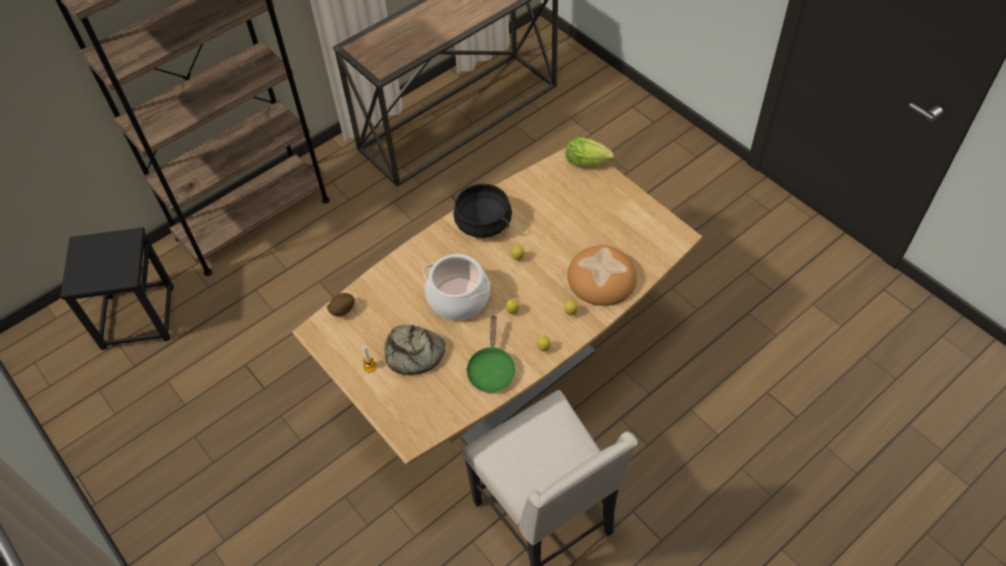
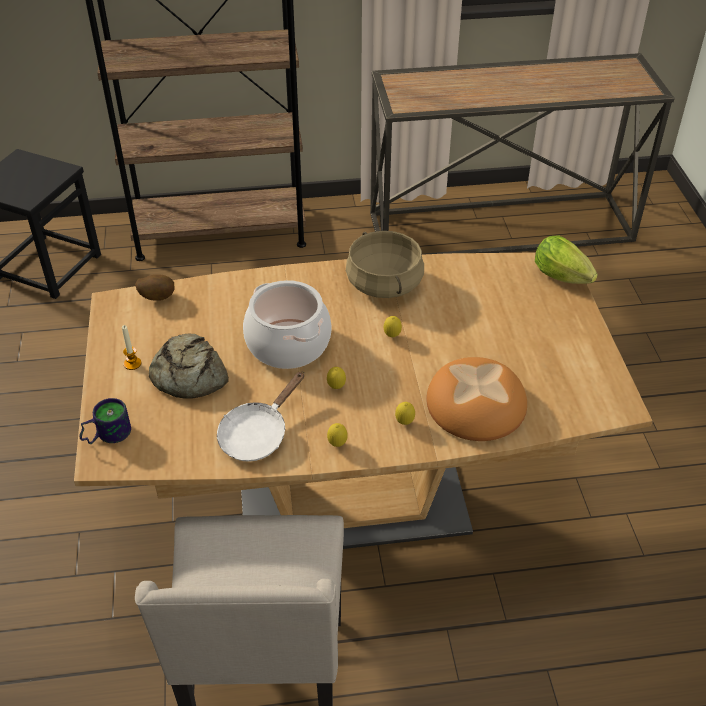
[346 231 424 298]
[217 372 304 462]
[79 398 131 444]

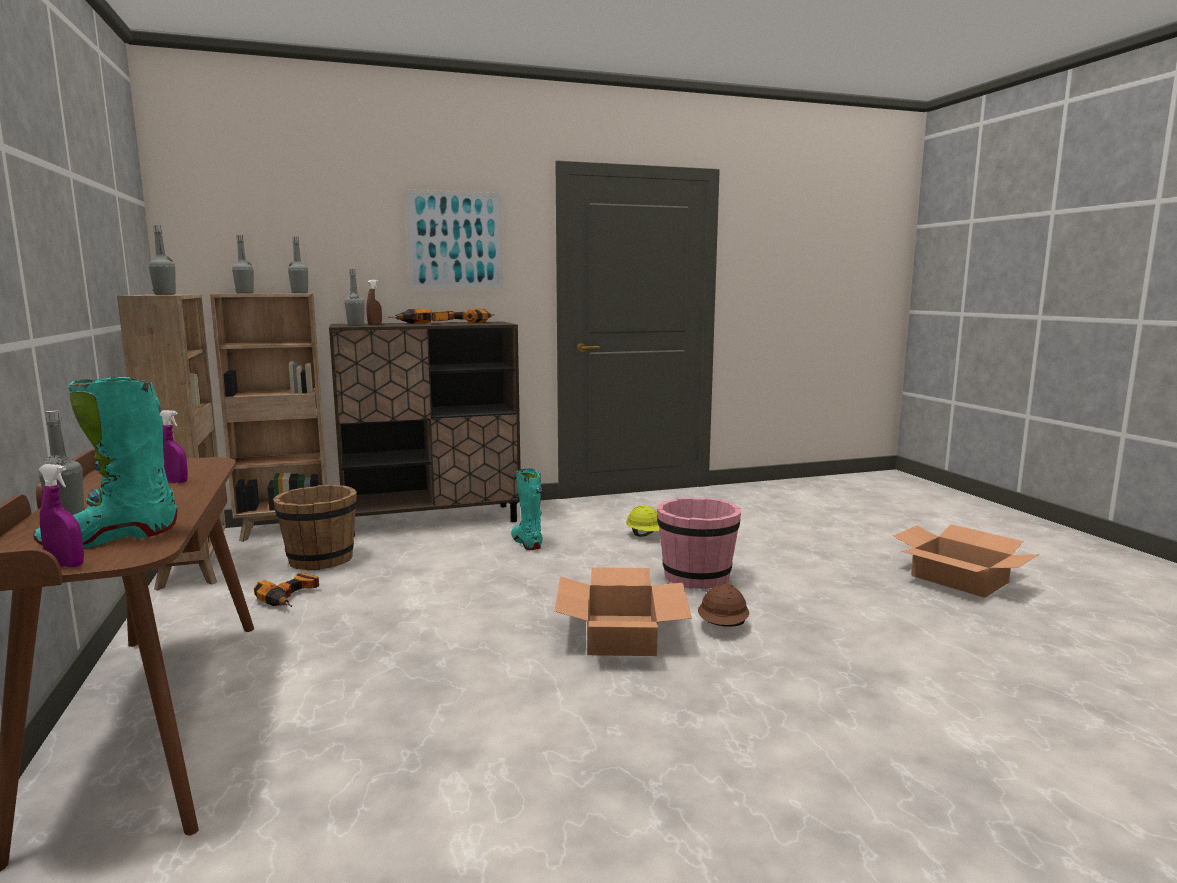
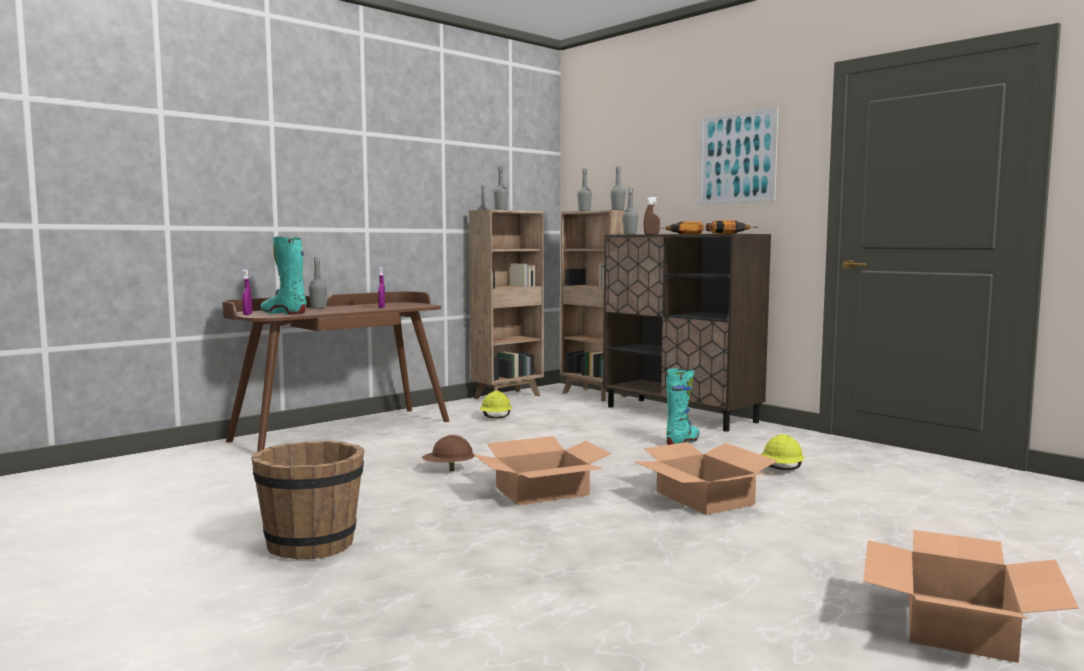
[480 391 512 418]
[251 440 364 559]
[635 442 778 515]
[422 435 474 471]

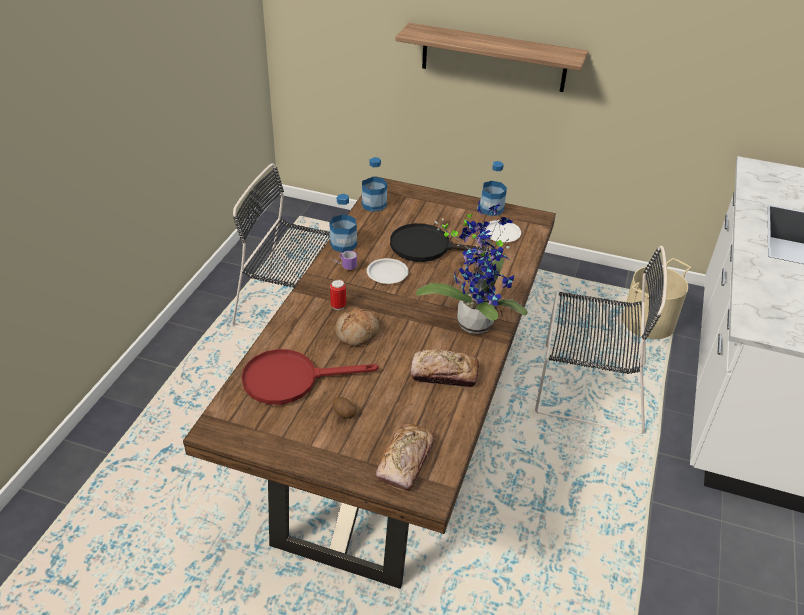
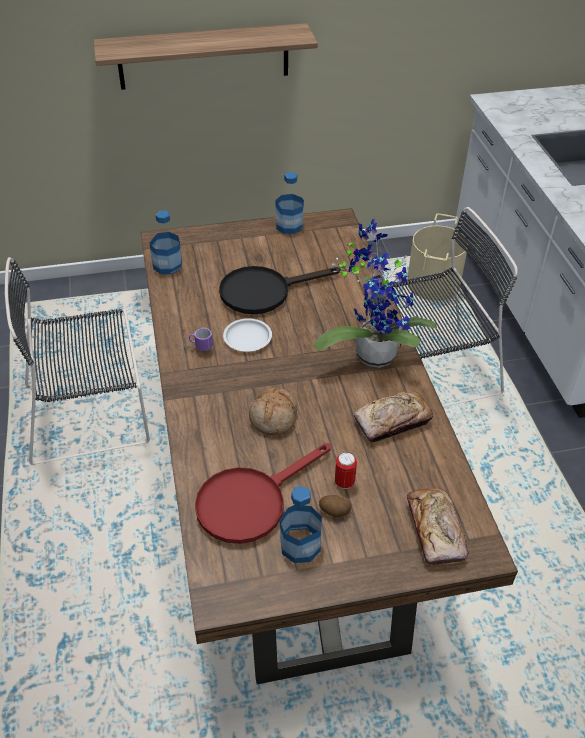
[280 486 322 563]
[335 452 357 489]
[484 220 521 242] (first image)

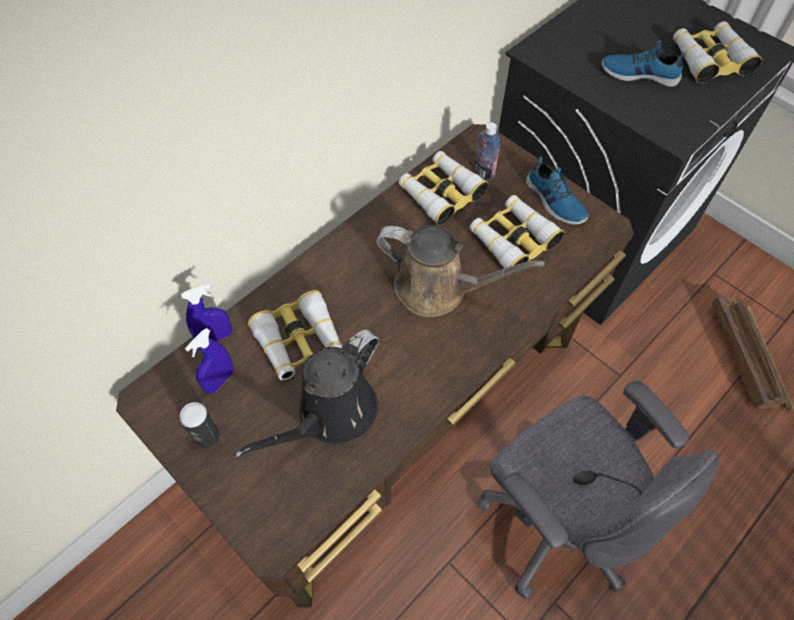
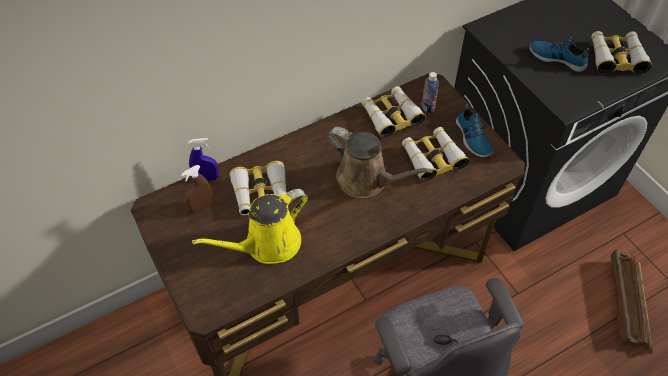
[179 402 220 448] (first image)
[181 165 212 213]
[192 189 308 264]

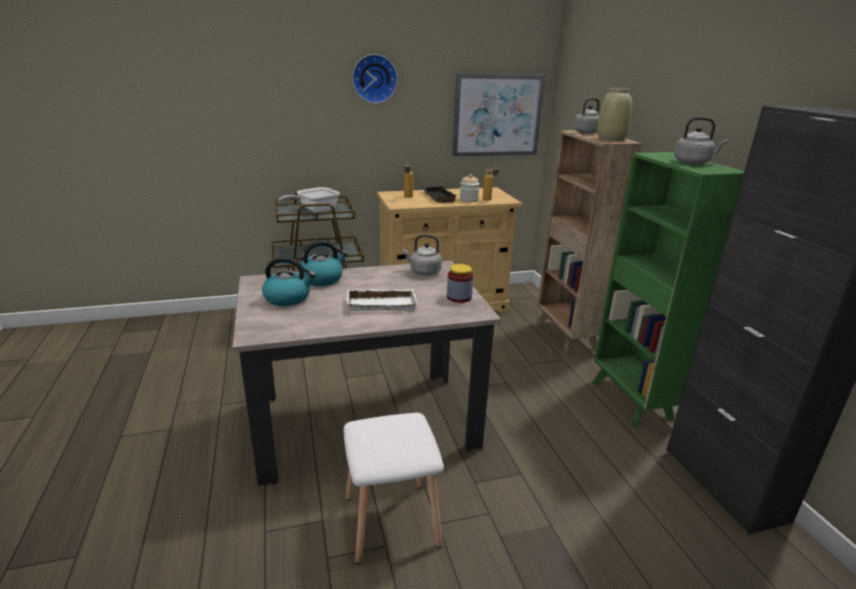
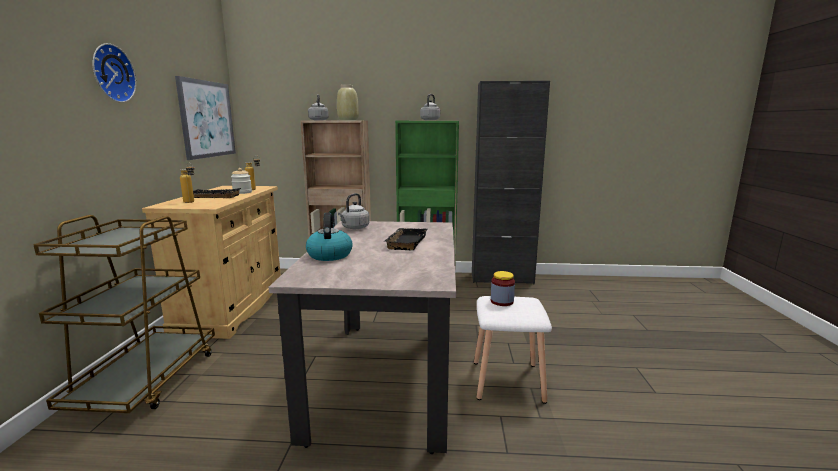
[262 256 316 306] (first image)
[278 187 340 212] (first image)
[383 228 427 250]
[491 271 515 306]

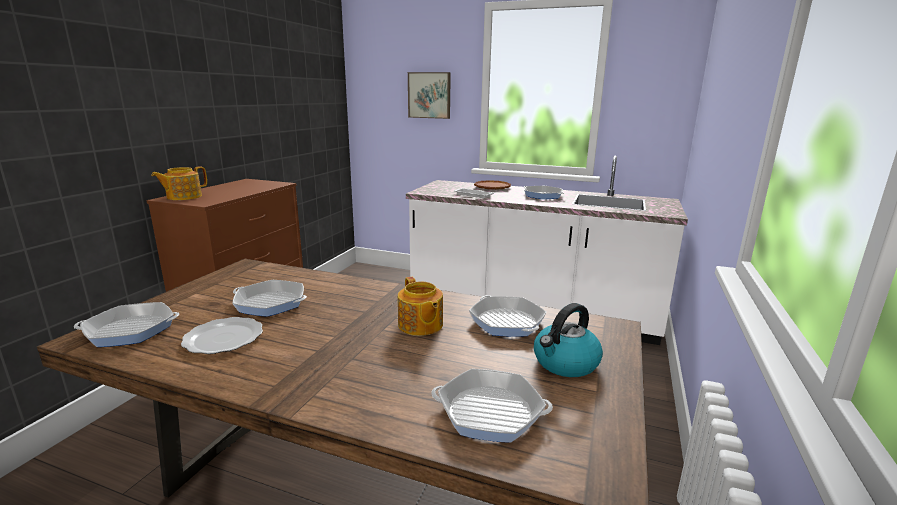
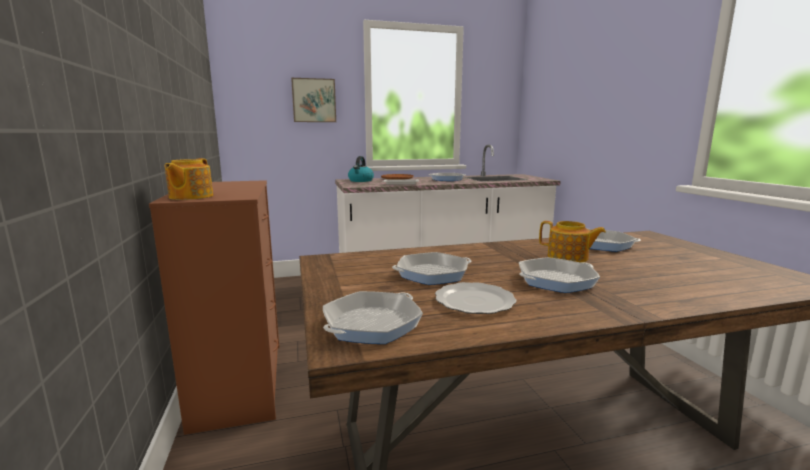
[519 257 600 293]
[348 156 374 182]

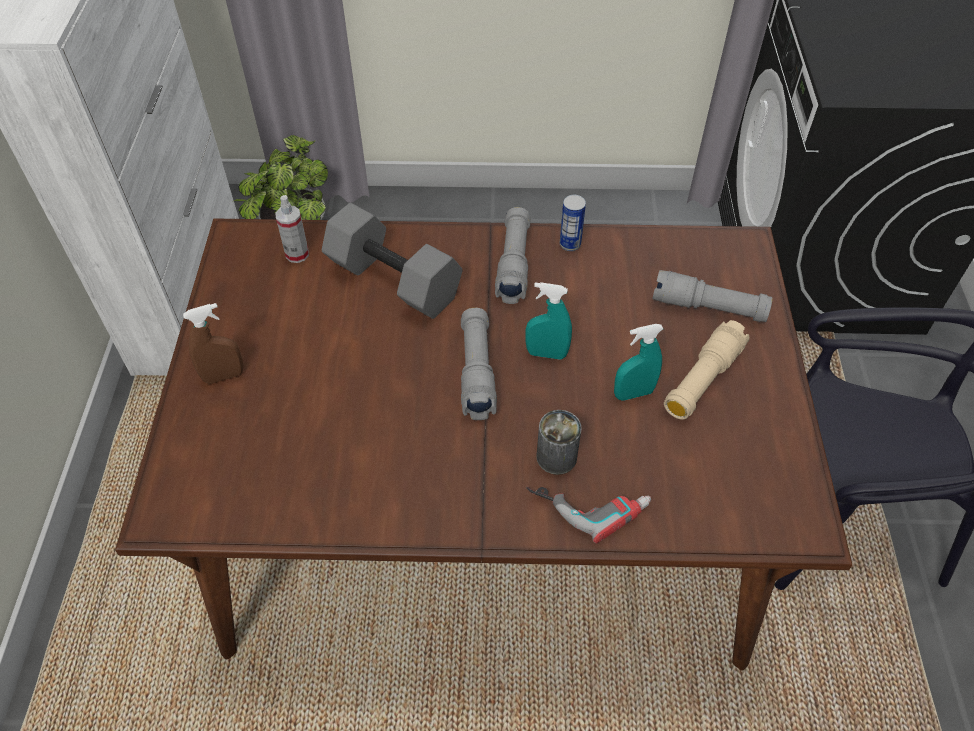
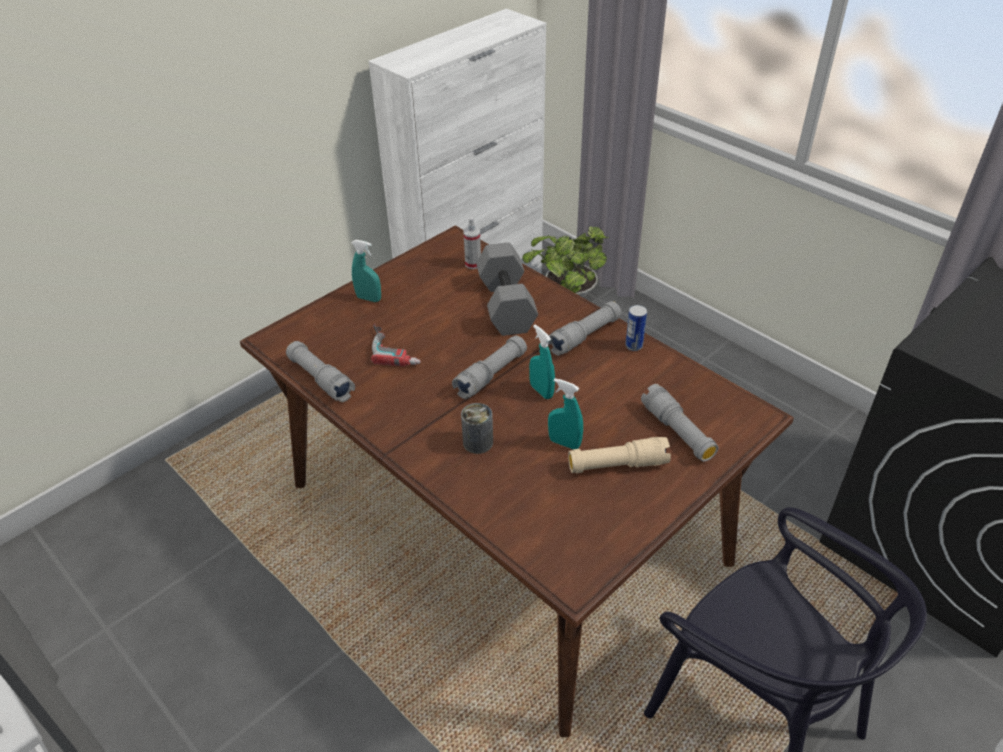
[352 240 381 302]
[371 323 421 367]
[286 341 355 402]

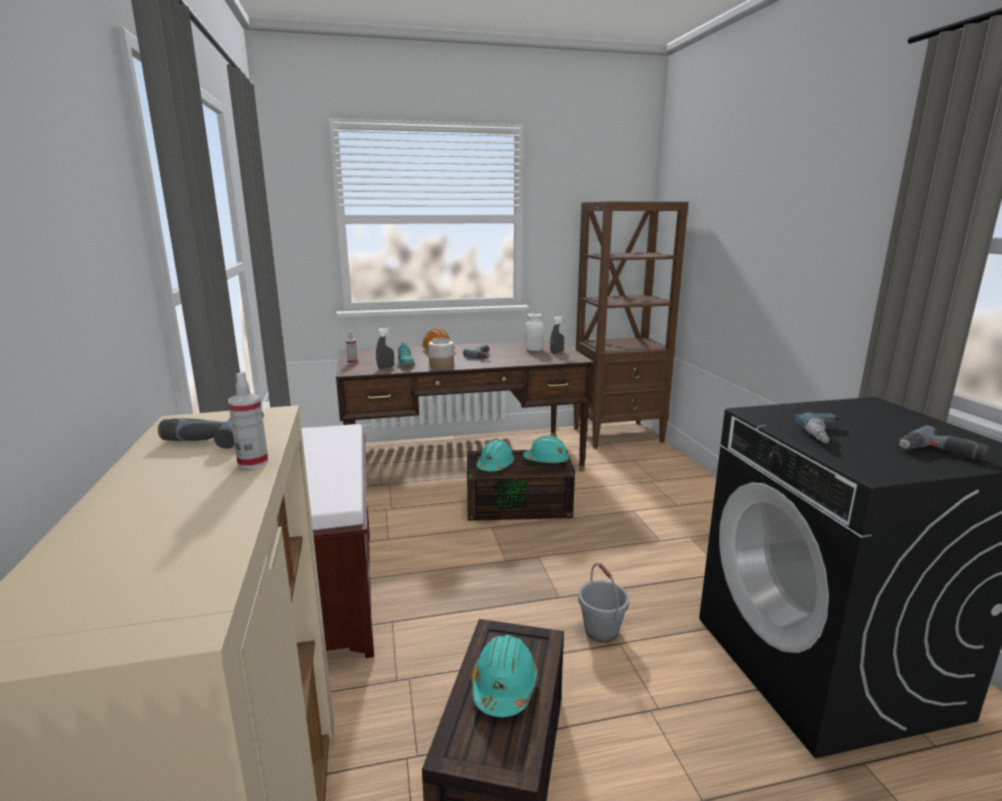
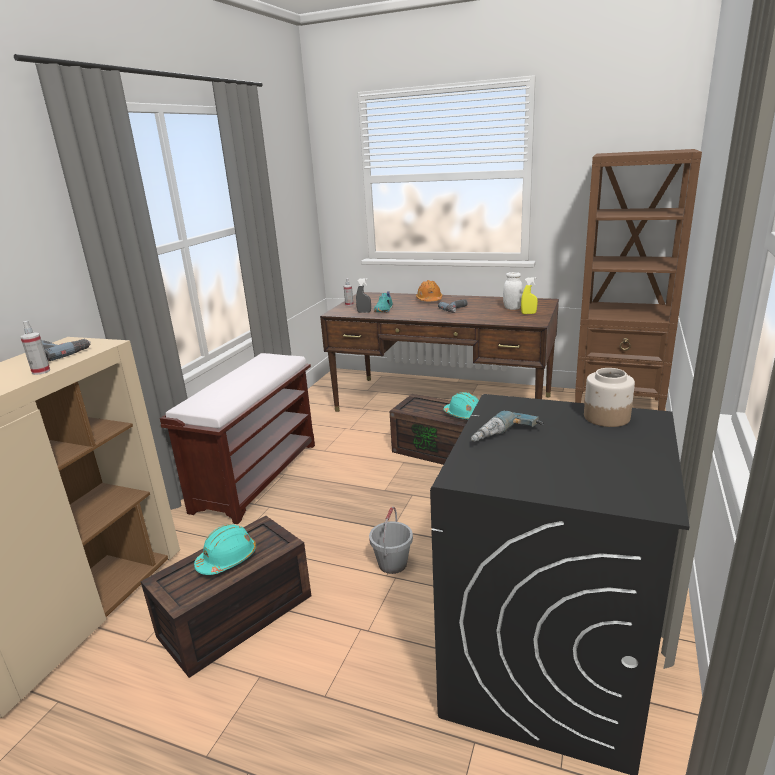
[584 368 635 427]
[476 440 515 471] (first image)
[521 277 538 314]
[898 425 991 461] (first image)

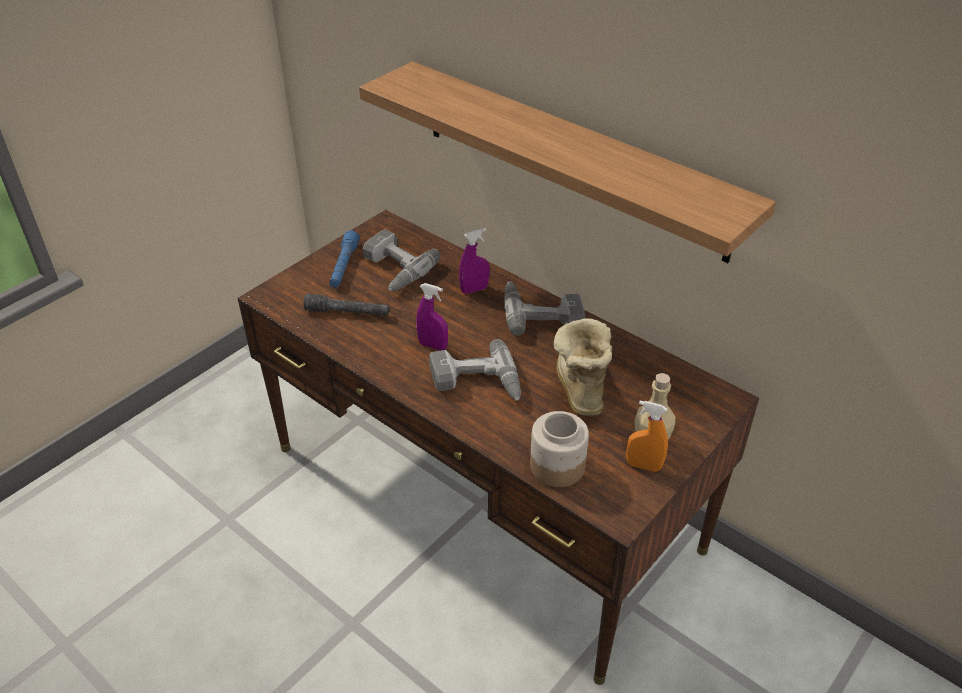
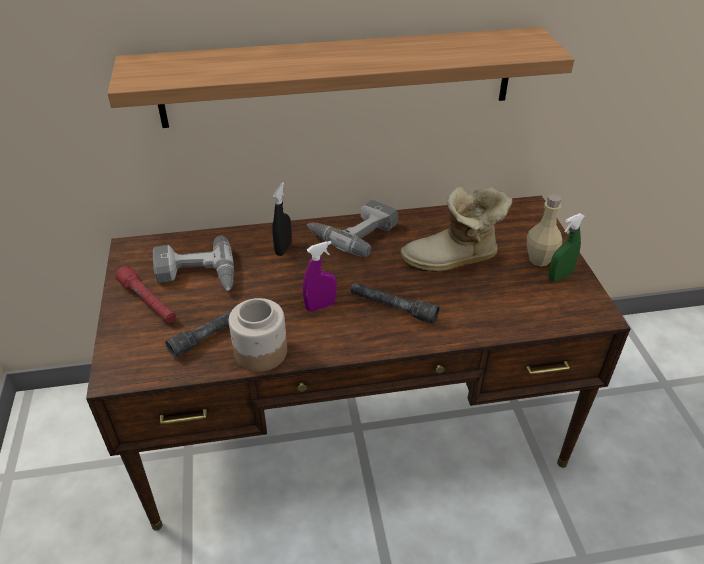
[116 266 176 323]
[350 282 440 324]
[273 182 292 256]
[229 298 287 372]
[400 187 512 272]
[548 213 585 281]

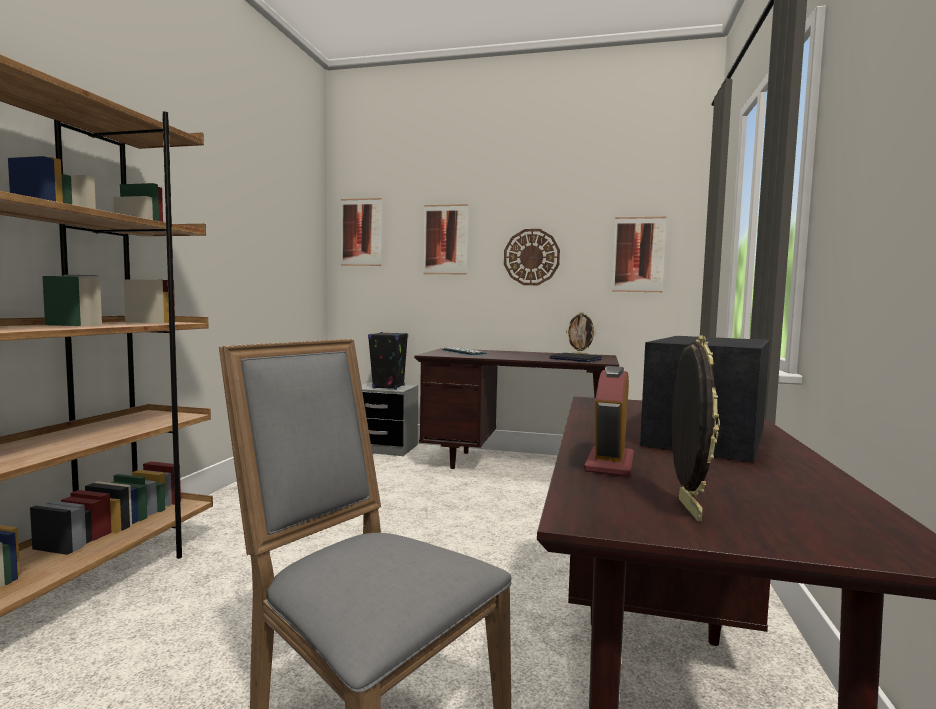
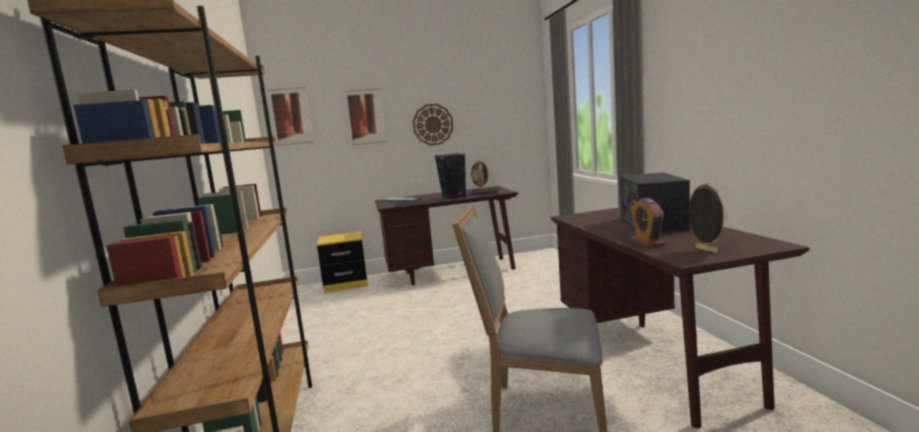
[317 231 368 293]
[435 153 467 200]
[612 217 666 292] (first image)

